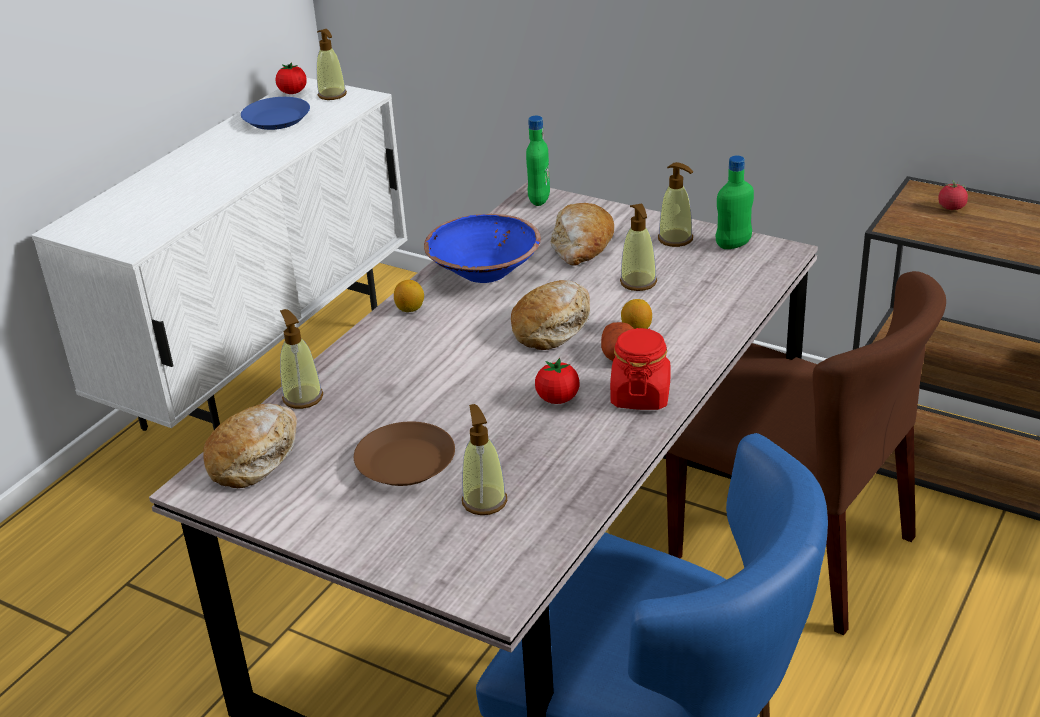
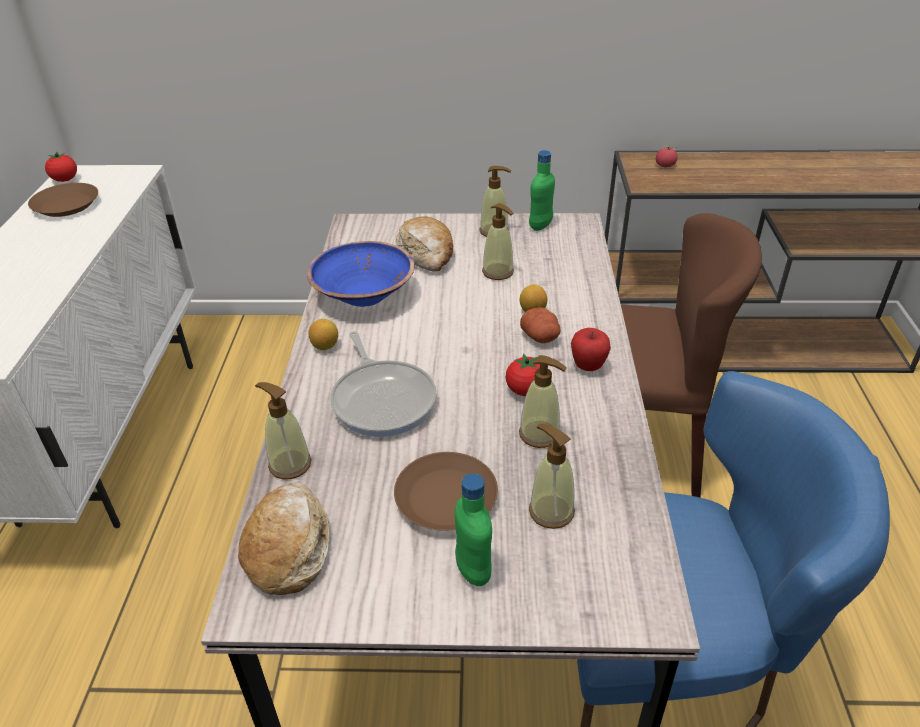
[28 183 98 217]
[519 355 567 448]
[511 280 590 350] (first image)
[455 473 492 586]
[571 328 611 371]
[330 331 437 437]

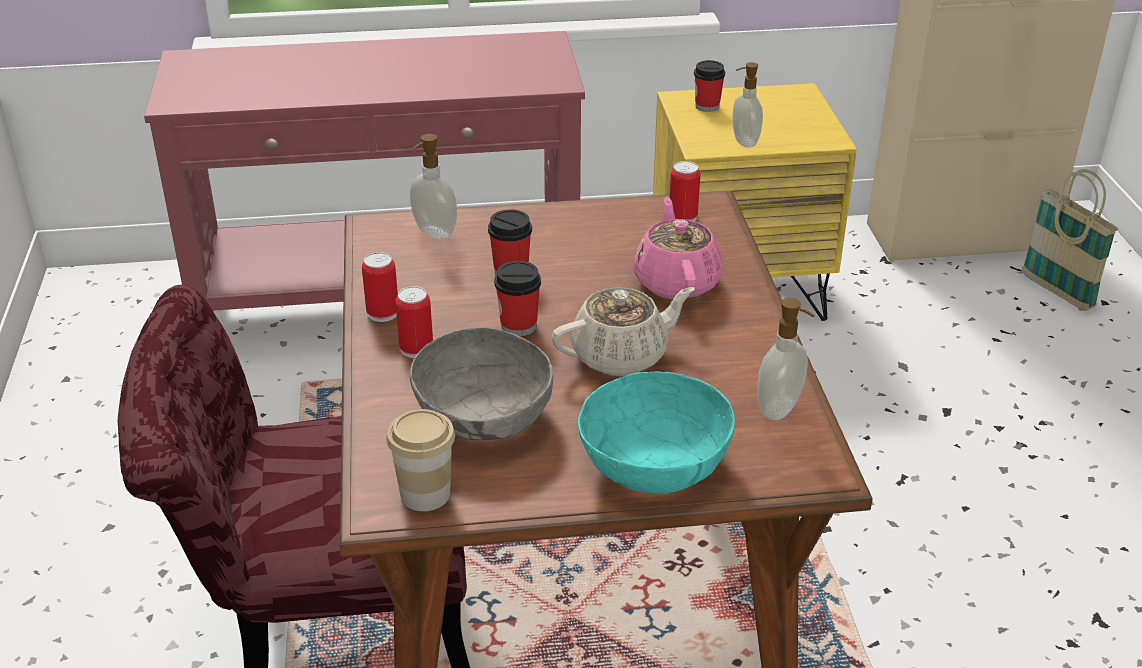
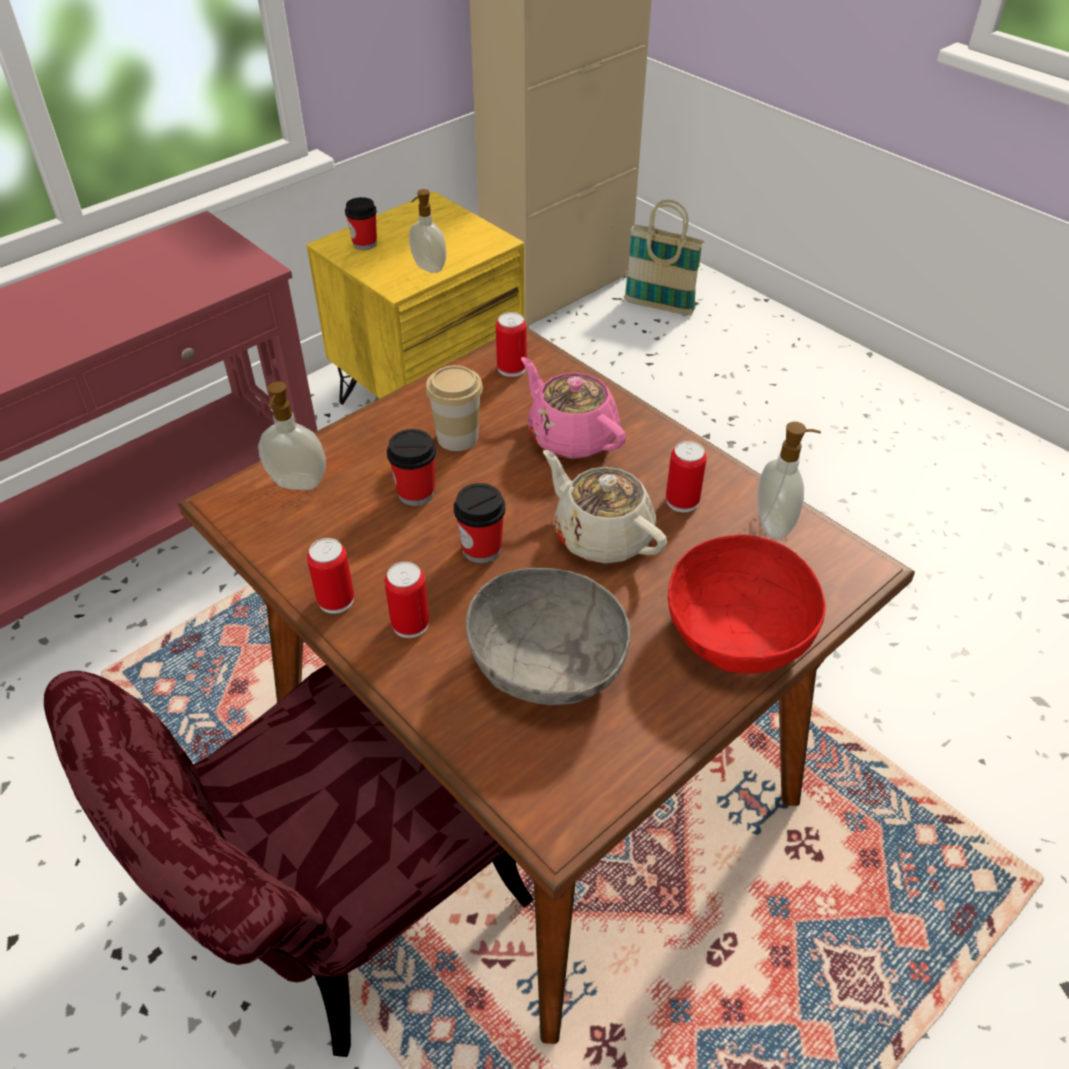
[426 365 483 451]
[543 450 668 564]
[668 535 826 674]
[666 441 707 512]

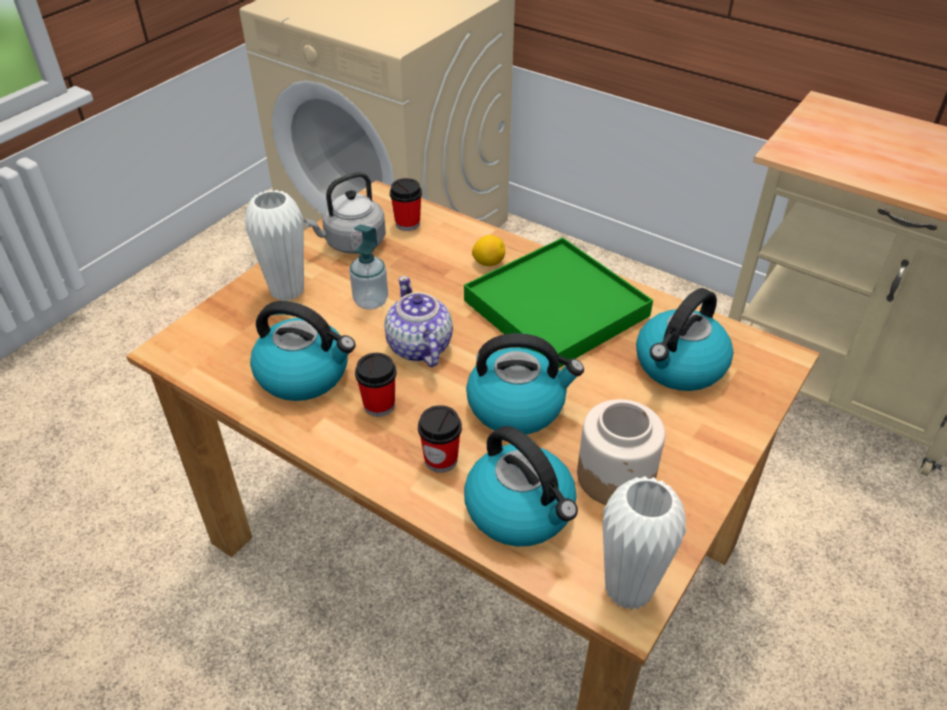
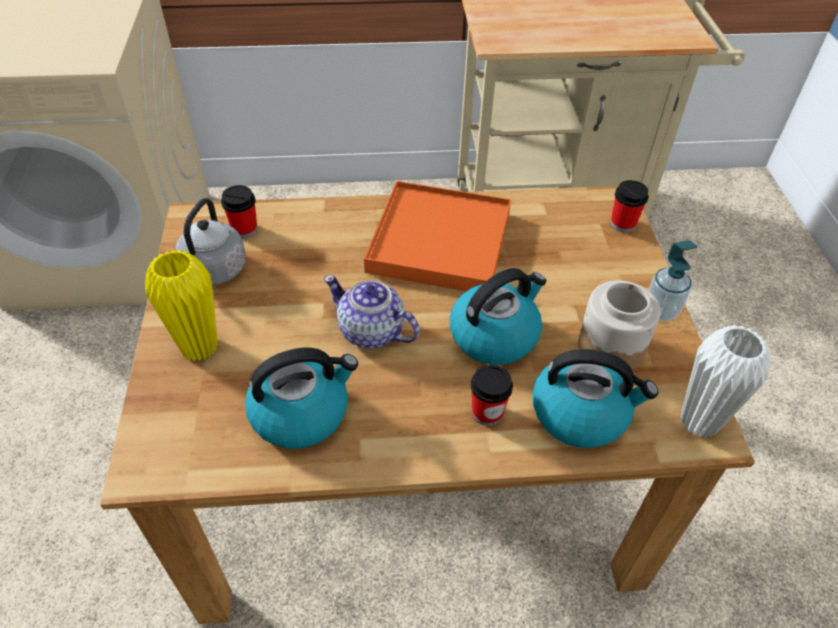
[145 250 218 361]
[648 240 697 321]
[611 180 649 233]
[364 181 511 291]
[472 235 505 266] (first image)
[636 288 733 391] (first image)

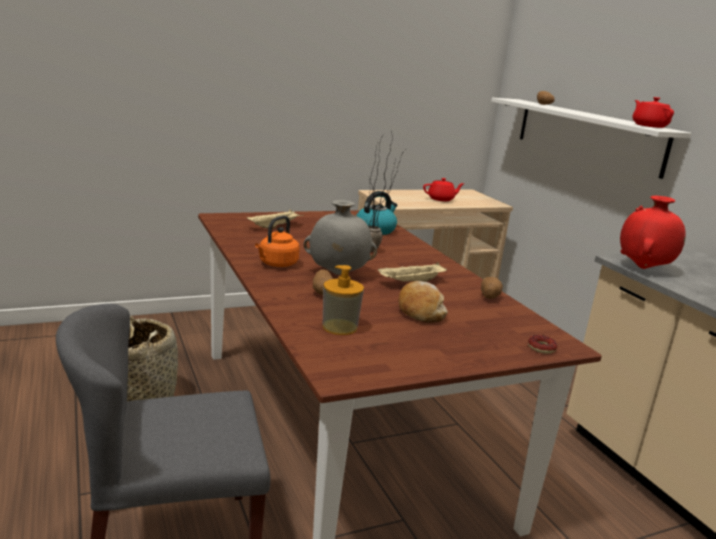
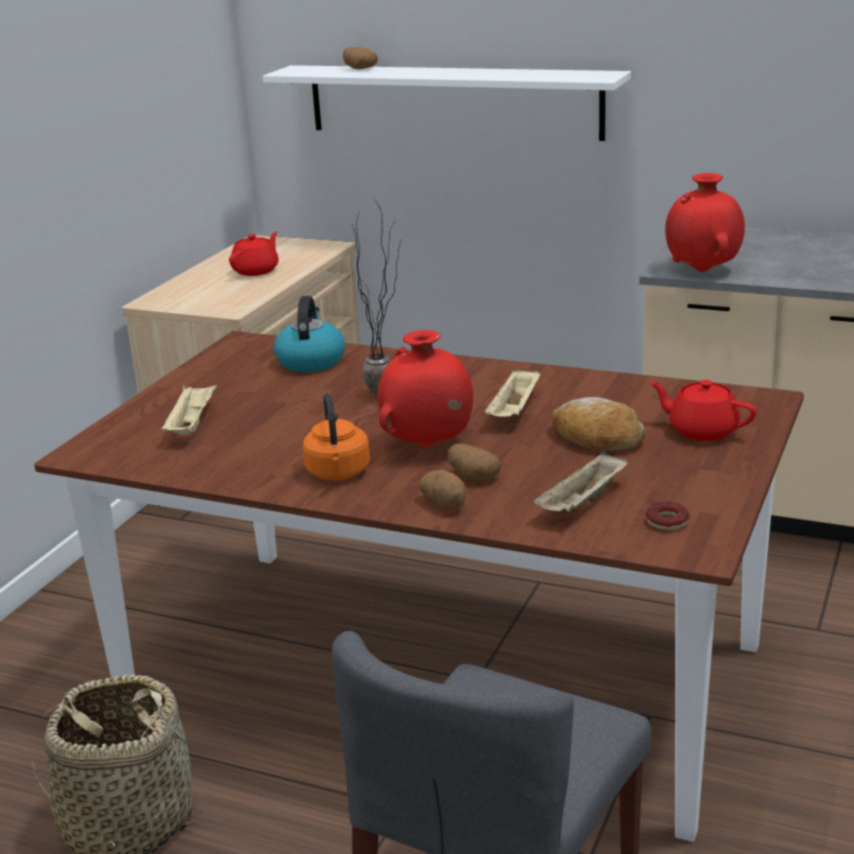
[377 330 473 447]
[533 451 628 512]
[419 470 466 509]
[646 502 689 530]
[650 380 757 441]

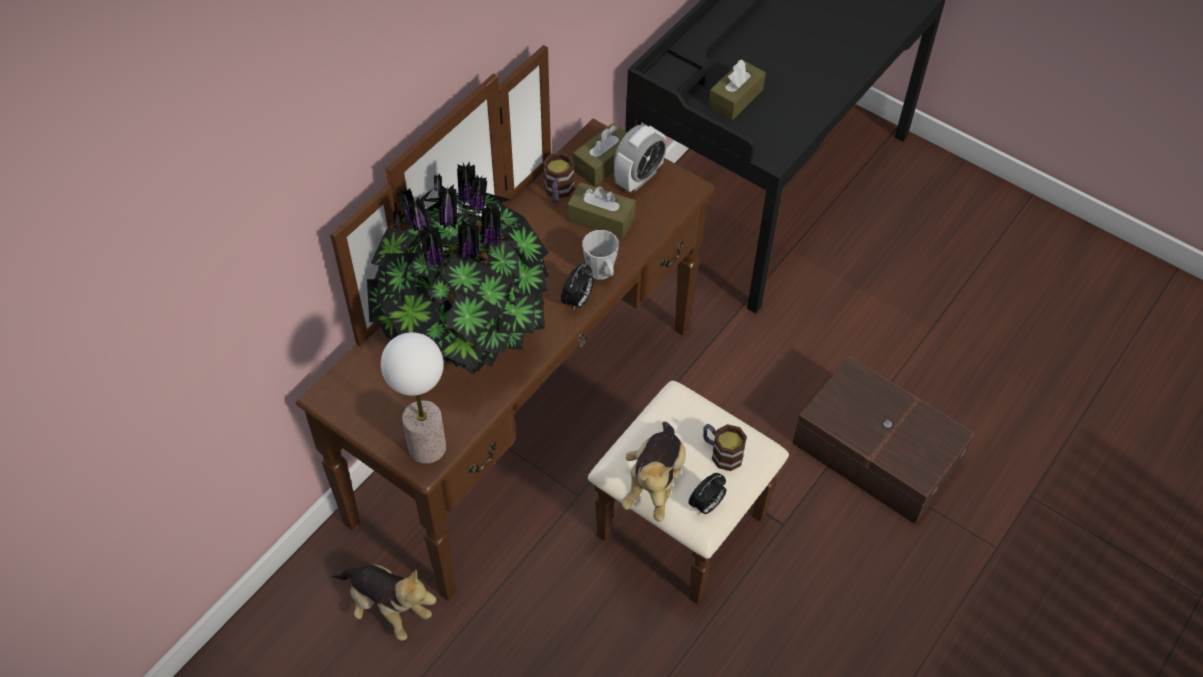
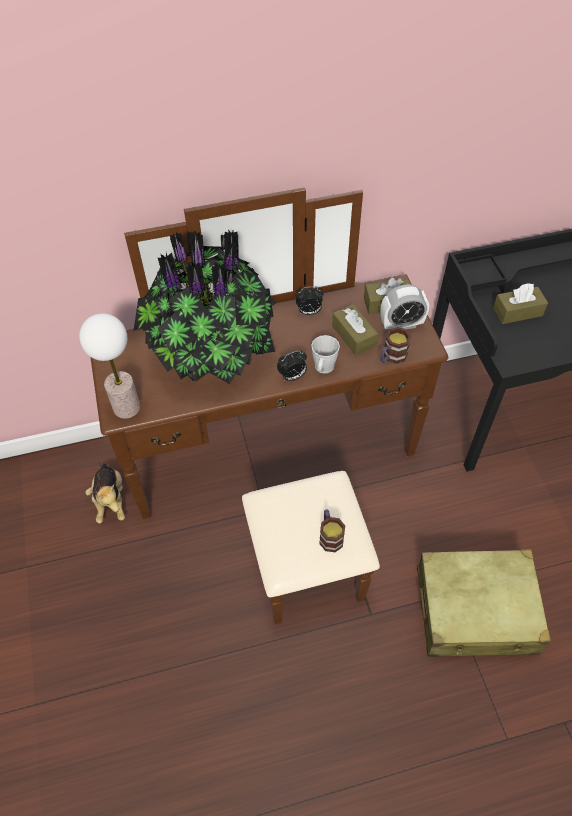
[380 327 411 364]
[622 422 686 522] (first image)
[295 286 323 315]
[417 549 551 657]

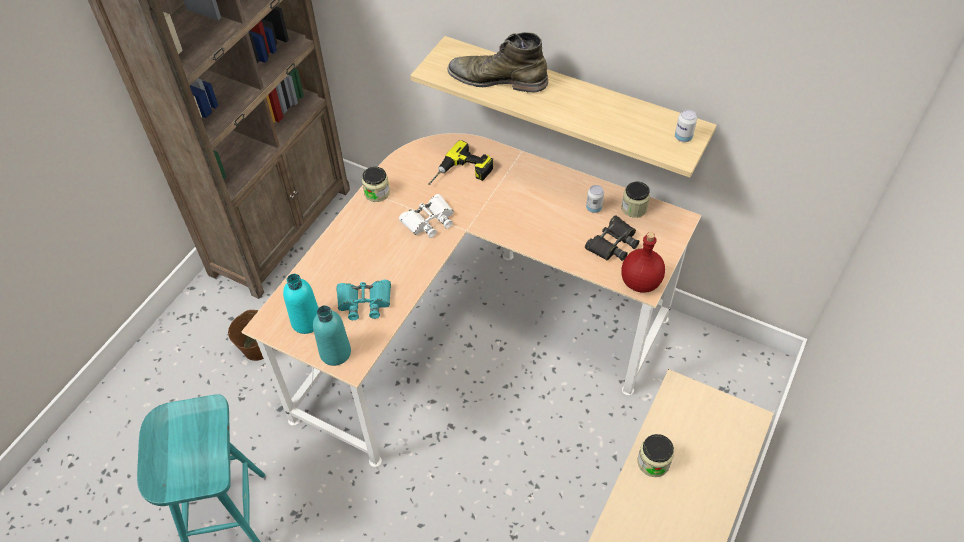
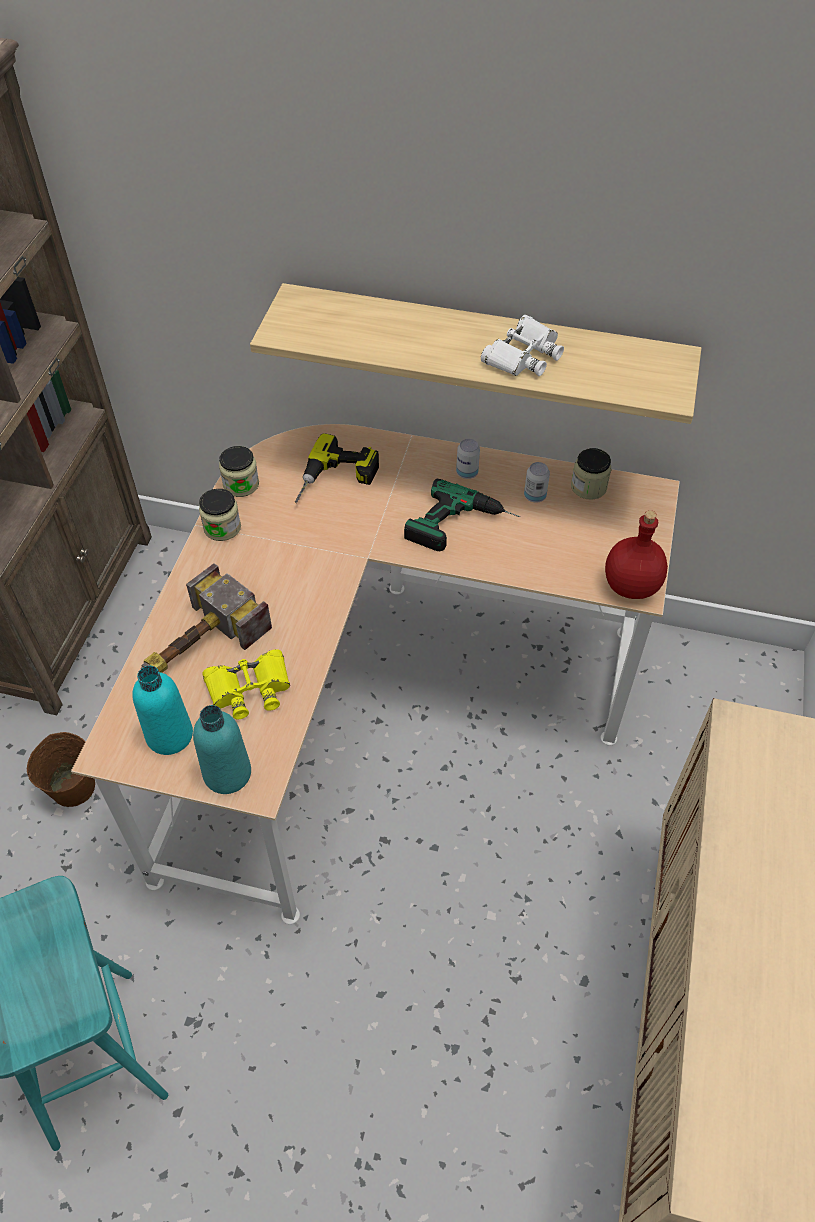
[202 649 290 719]
[481 315 564 376]
[447 32 548 93] (first image)
[585 215 639 261] (first image)
[219 446 259 497]
[456 439 480 479]
[141 563 272 673]
[404 479 520 551]

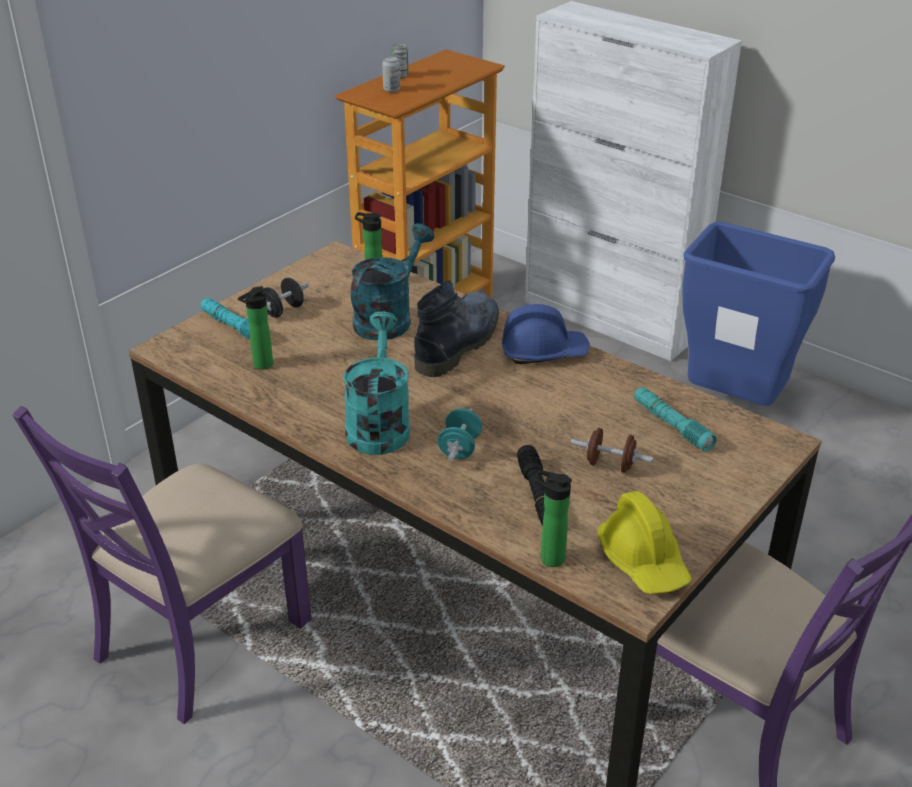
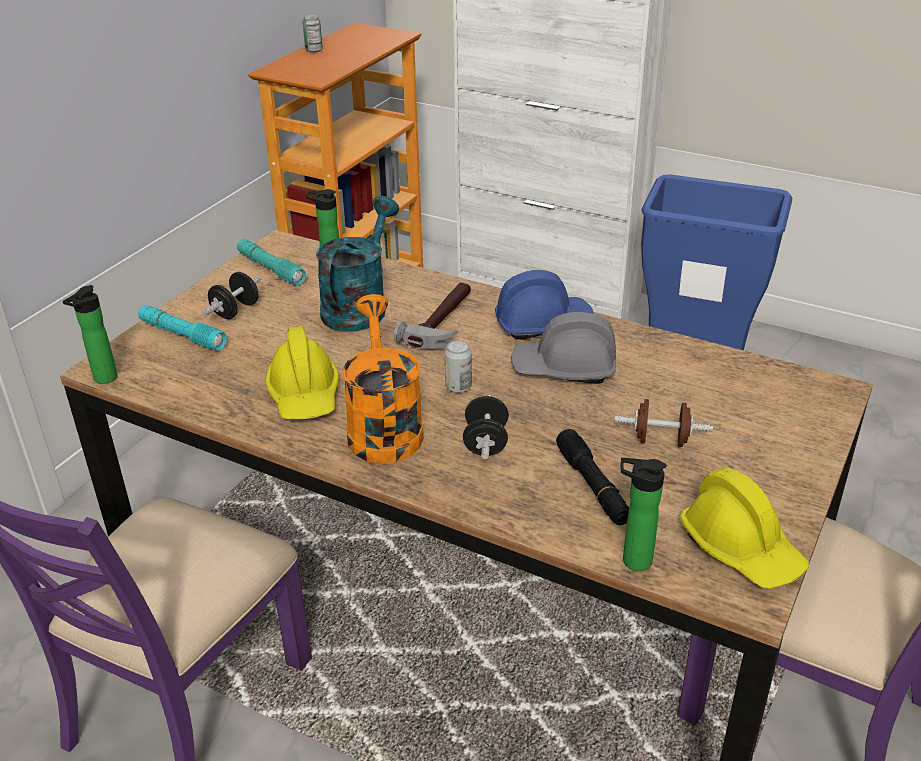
[63 285 118 384]
[342 294 424 464]
[445 340 472 393]
[394 283 471 349]
[463 395 509 459]
[237 239 306 285]
[265 326 339 419]
[511 312 616 384]

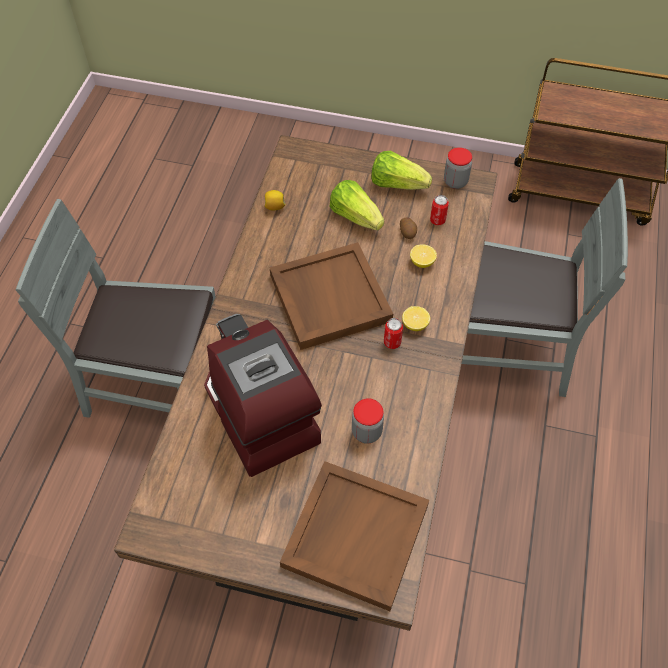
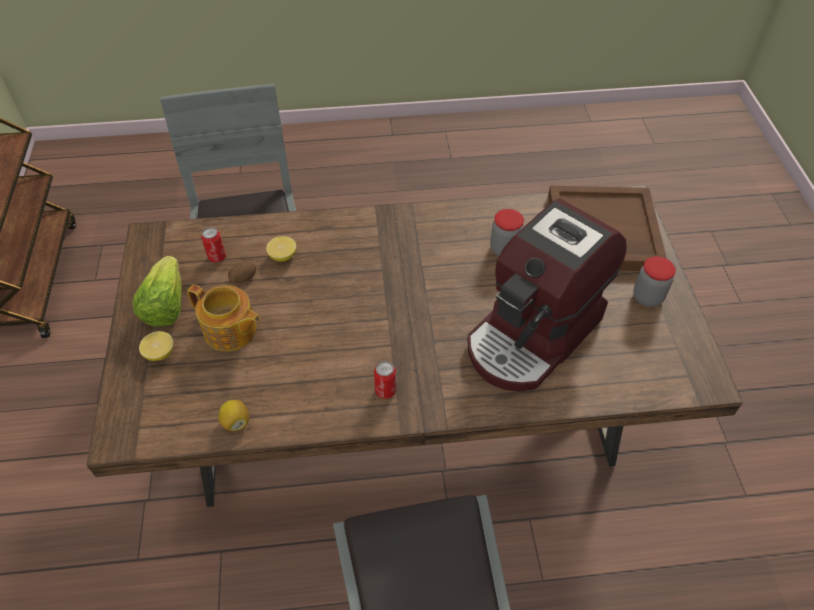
[270 242 393 350] (first image)
[187 284 261 351]
[374 361 396 399]
[139 331 173 361]
[633 256 676 307]

